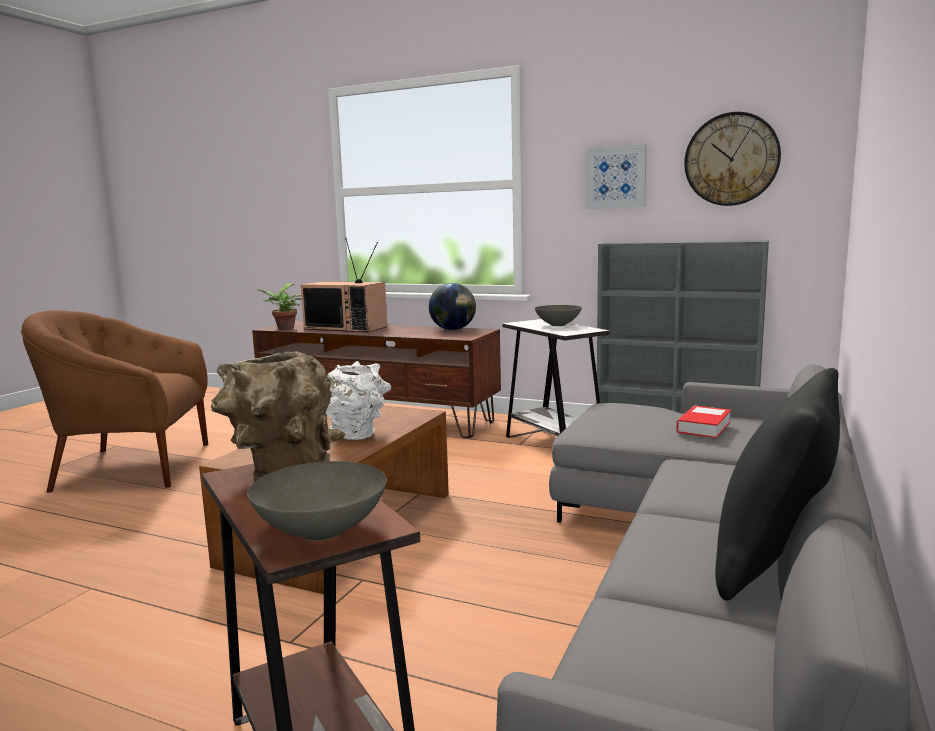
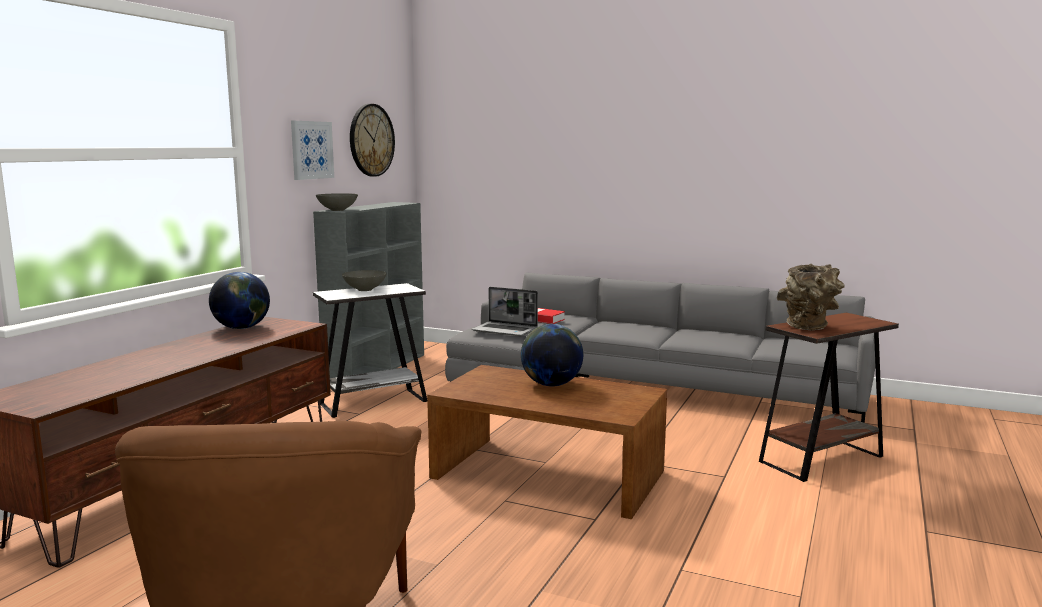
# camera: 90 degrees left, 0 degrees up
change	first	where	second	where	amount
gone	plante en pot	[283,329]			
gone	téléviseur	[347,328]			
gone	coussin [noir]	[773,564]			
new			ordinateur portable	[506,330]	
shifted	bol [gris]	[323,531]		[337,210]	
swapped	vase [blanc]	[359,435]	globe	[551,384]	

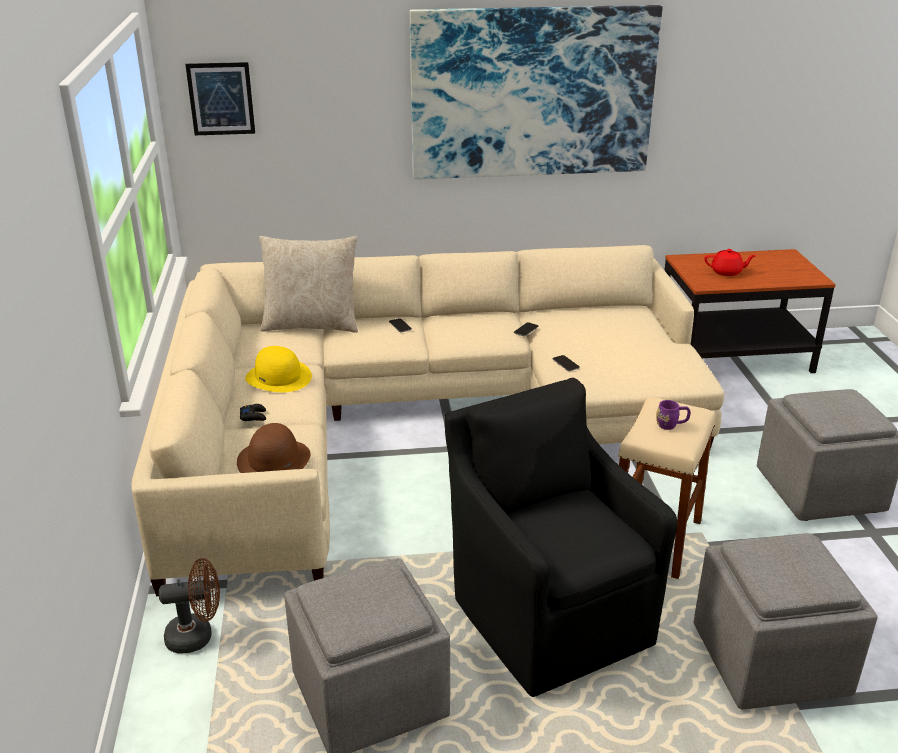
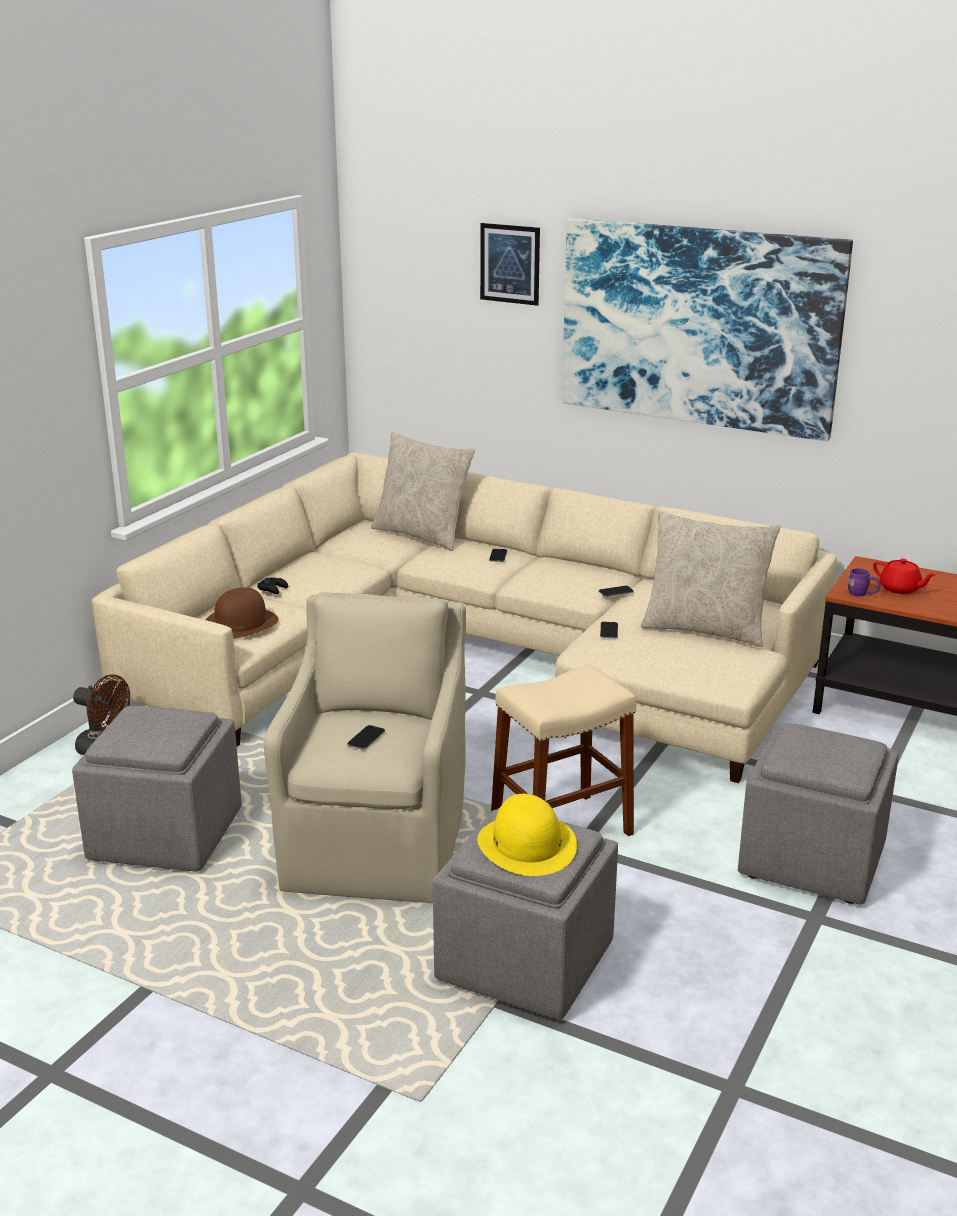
# camera: 35 degrees right, 5 degrees down
change	first	where	second	where	amount
new			téléphone	[366,738]	
new			coussin [beige]	[705,629]	
shifted	tableau	[221,99]		[509,264]	
shifted	chapeau [jaune]	[279,377]		[527,845]	
shifted	mug [violet]	[671,425]		[862,594]	
repainted	fauteuil [noir]	[549,616]	fauteuil [beige]	[377,845]	

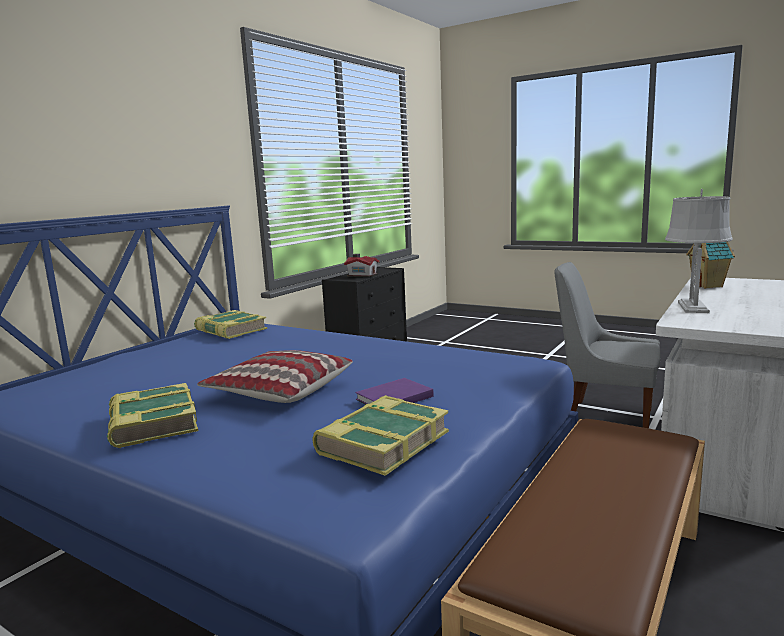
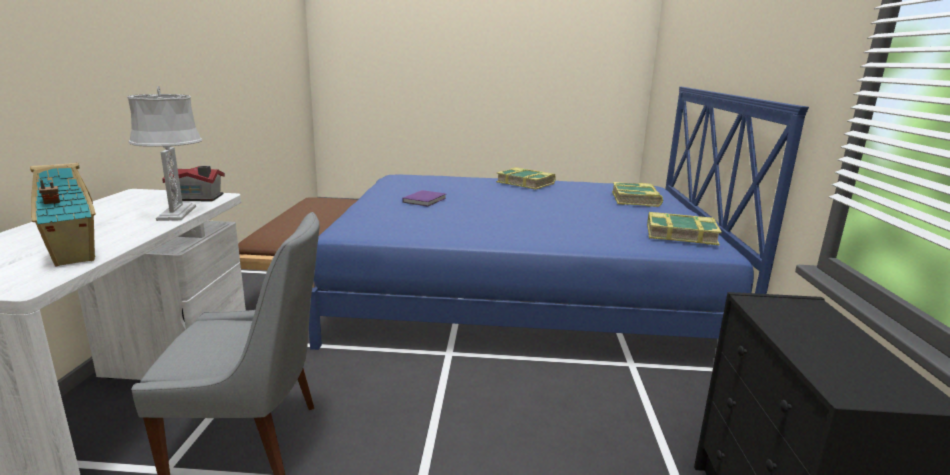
# camera: 150 degrees right, 5 degrees up
change	first	where	second	where	amount
gone	coussin	[279,390]			
shifted	livre	[382,443]		[636,199]	
shifted	maison miniature	[362,275]		[198,198]	

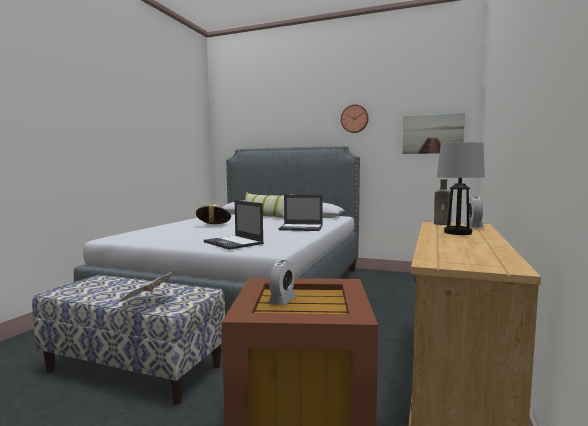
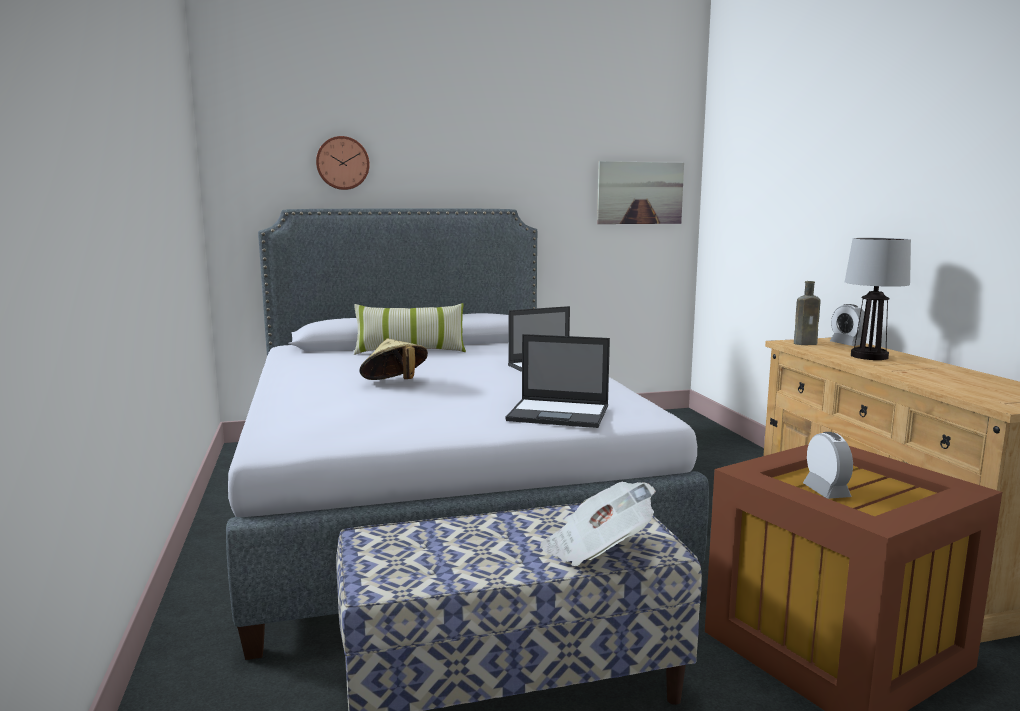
# camera: 35 degrees left, 5 degrees up
change	first	where	second	where	amount
shifted	horloge murale	[354,119]		[342,163]	

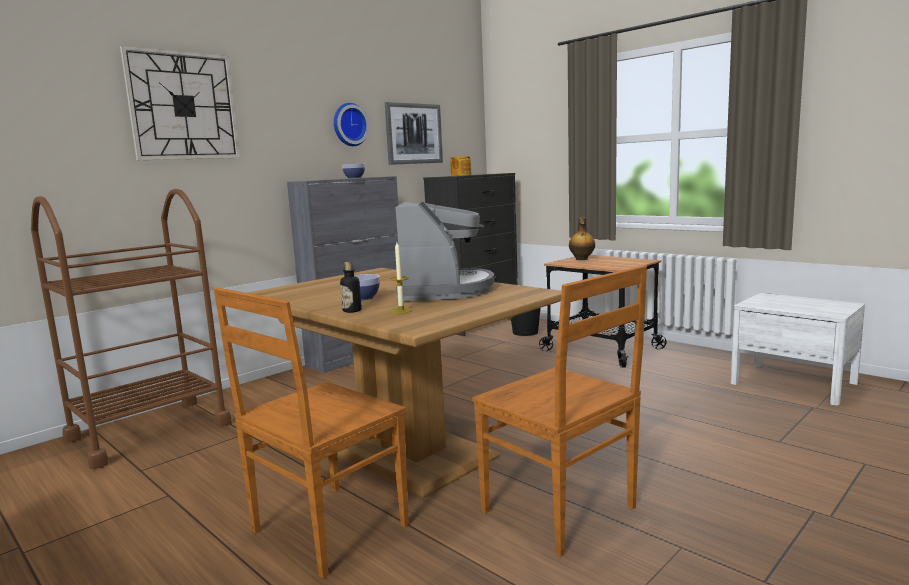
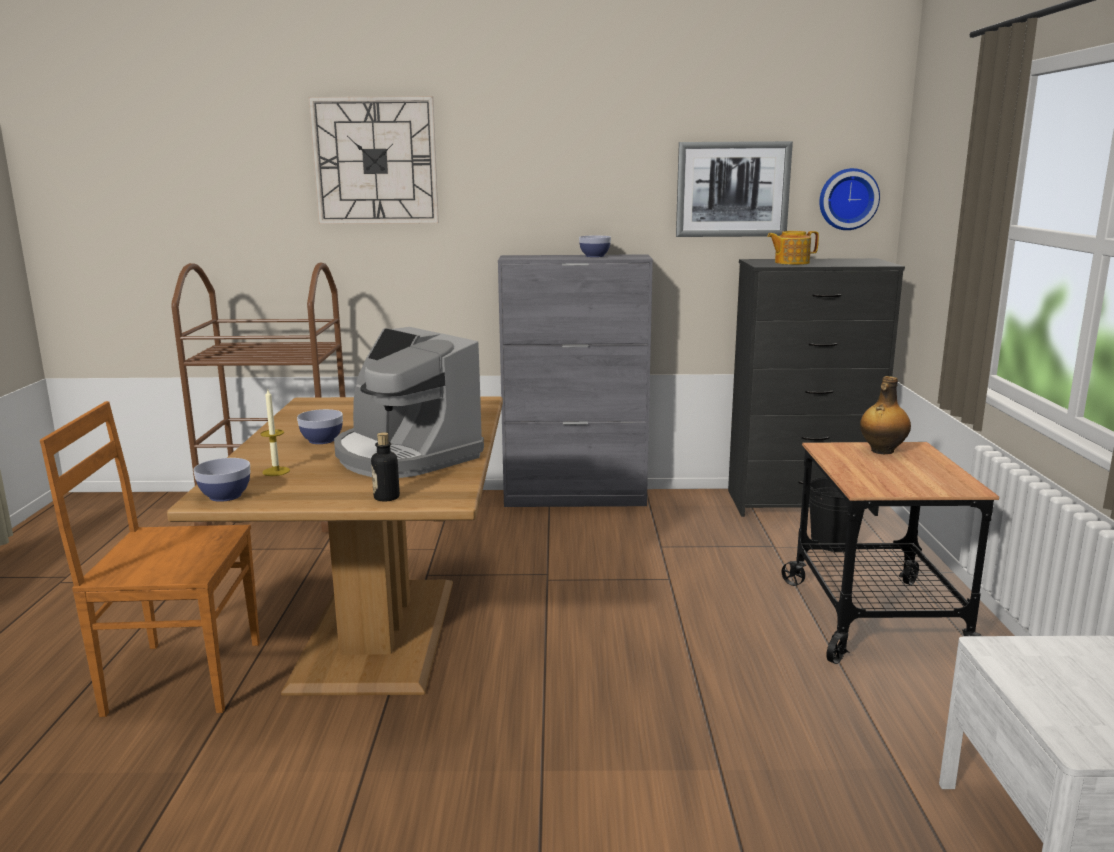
# camera: 45 degrees right, 5 degrees up
change	first	where	second	where	amount
gone	chaise [marron]	[561,511]			
new			bol	[225,496]	
shifted	horloge murale	[349,125]		[847,199]	
shifted	bouteille	[352,311]		[386,497]	
rotated	machine à café	[444,289]		[404,455]	90 degrees clockwise

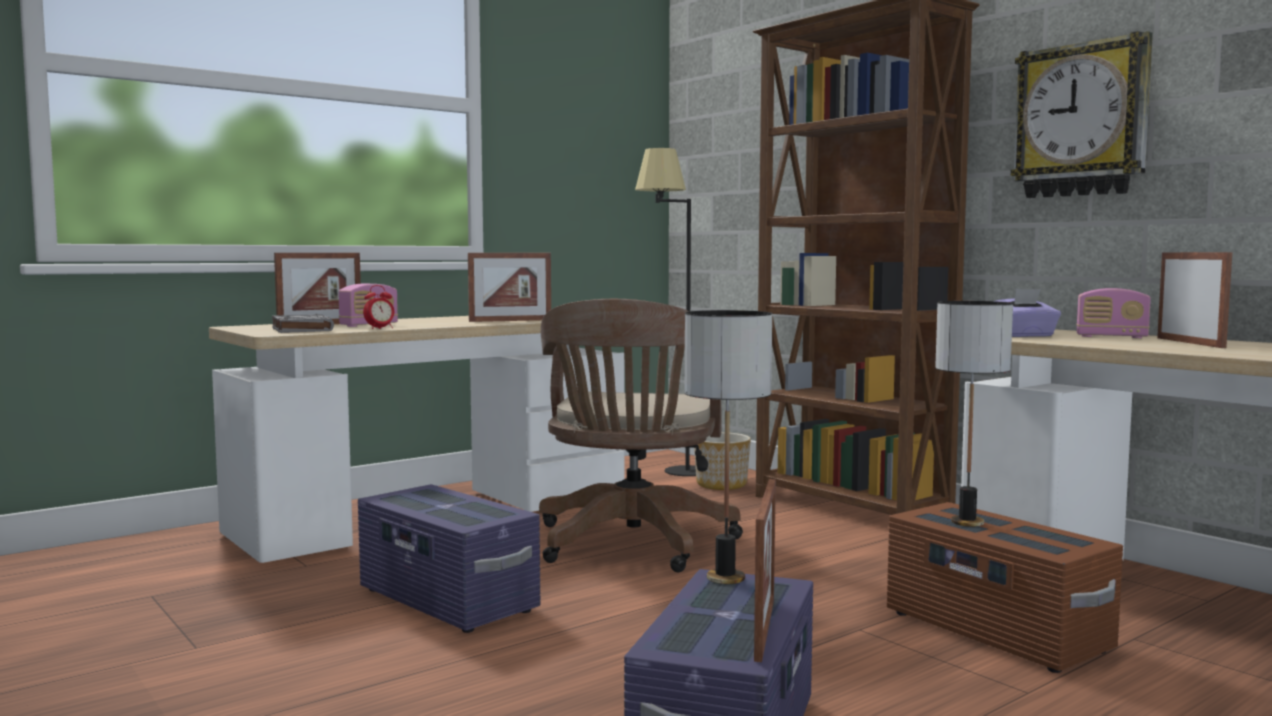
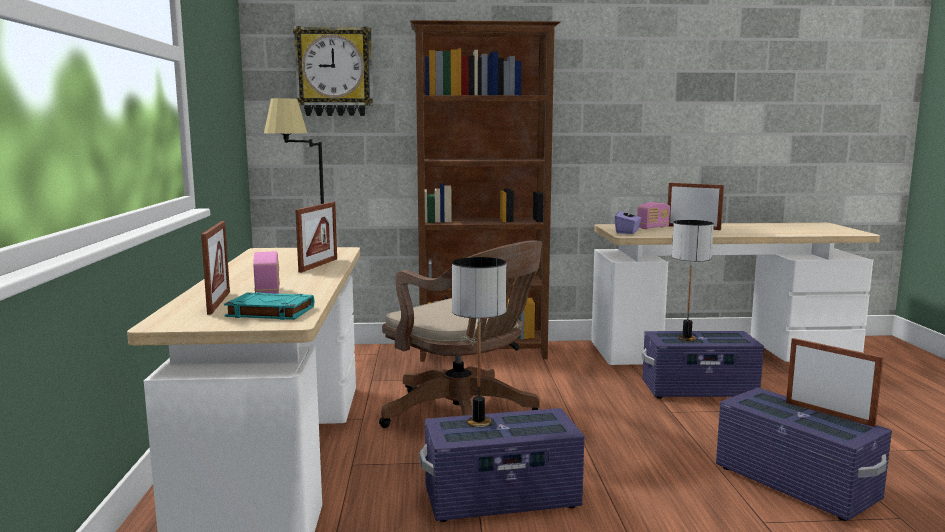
# camera: 55 degrees left, 5 degrees up
change	first	where	second	where	amount
gone	réveil	[380,328]			
gone	cache-pot	[721,485]			
shifted	lampe de table	[726,577]		[478,422]	
shifted	horloge murale	[1082,120]		[334,72]	
repainted	livre [gris]	[301,330]	livre [turquoise]	[269,312]	
repainted	boîte de rangement [marron]	[995,632]	boîte de rangement [violet]	[699,390]	

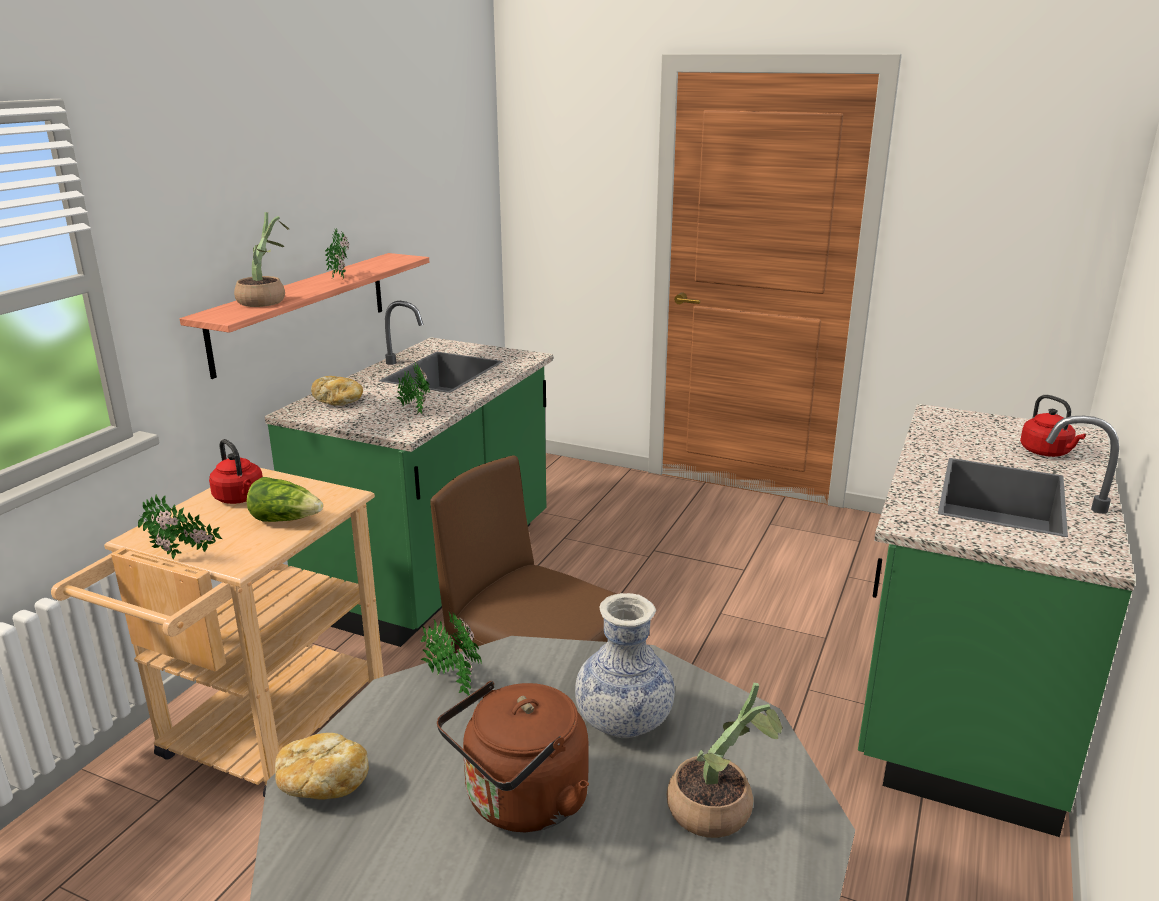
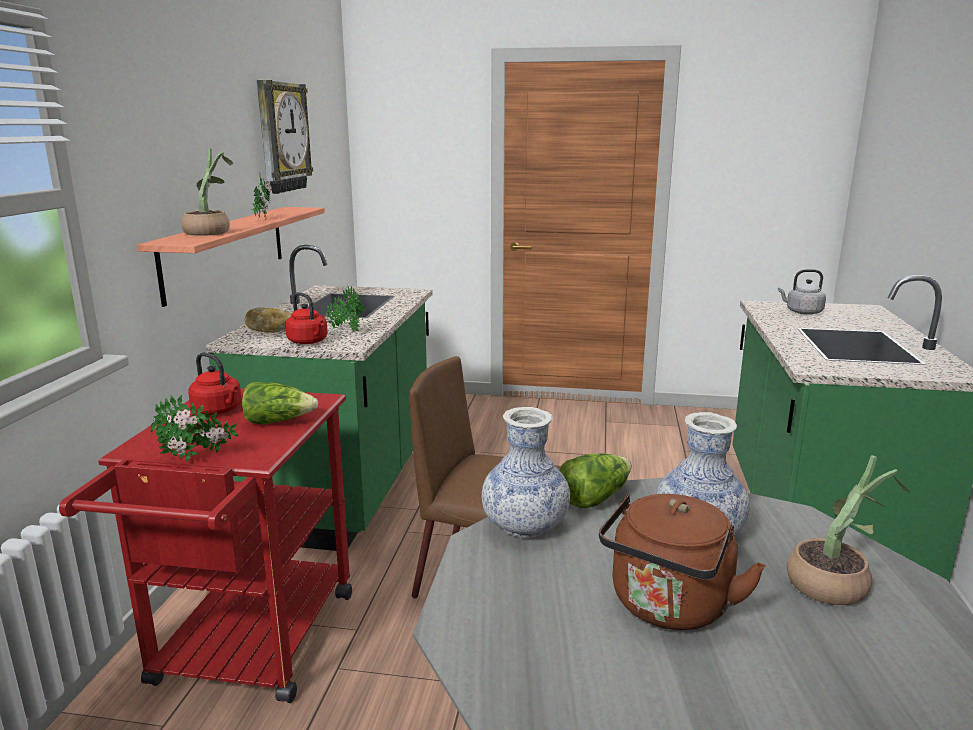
# camera: 15 degrees left, 5 degrees down
change	first	where	second	where	amount
gone	pain	[322,784]			
new			horloge murale	[281,137]	
new			laitue	[594,497]	
new			bouilloire [gris]	[802,312]	
shifted	bouilloire [rouge]	[1047,452]		[309,342]	
swapped	plante en pot	[452,680]	vase	[525,525]	
repainted	chariot [beige]	[262,738]	chariot [rouge]	[248,649]	

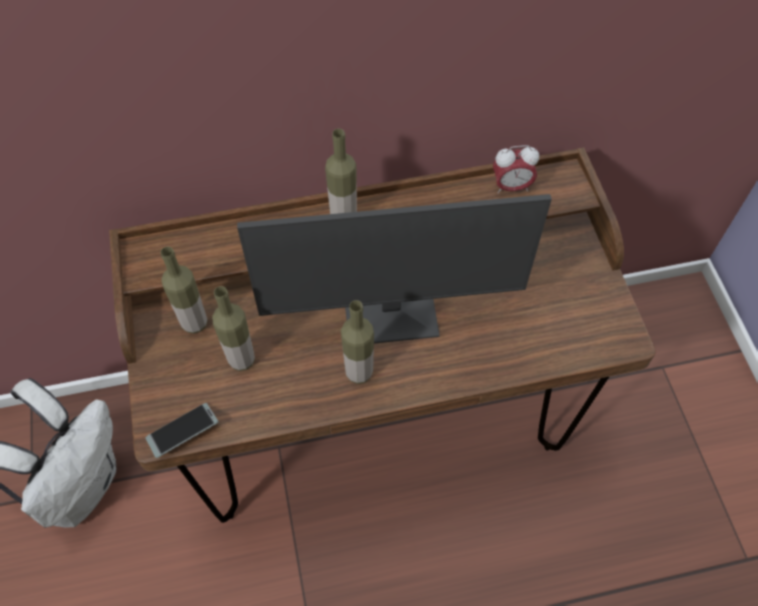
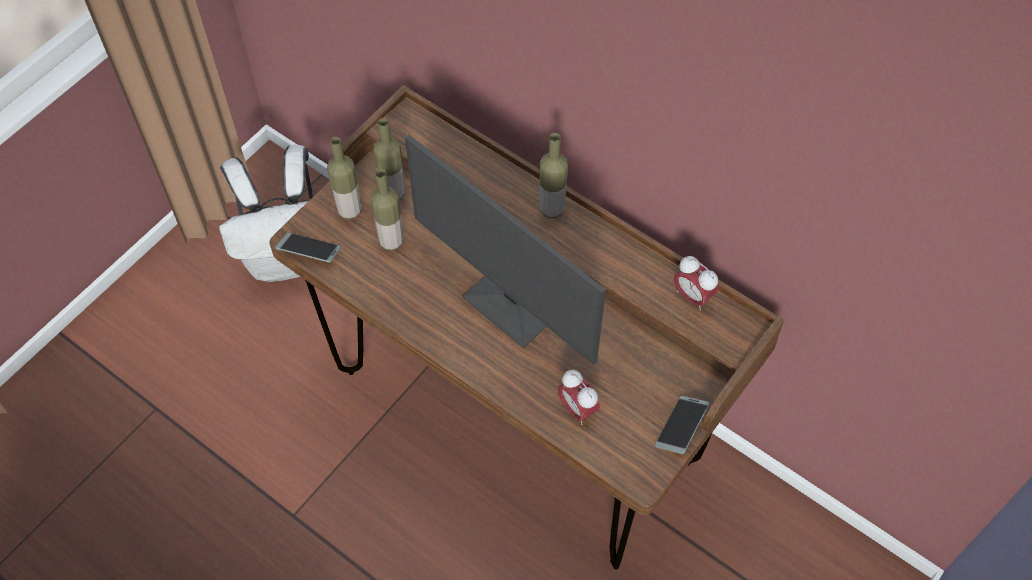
# camera: 50 degrees right, 0 degrees up
change	first	where	second	where	amount
new			réveil	[577,409]	
new			téléphone	[681,427]	
shifted	bouteille	[359,372]		[349,211]	

